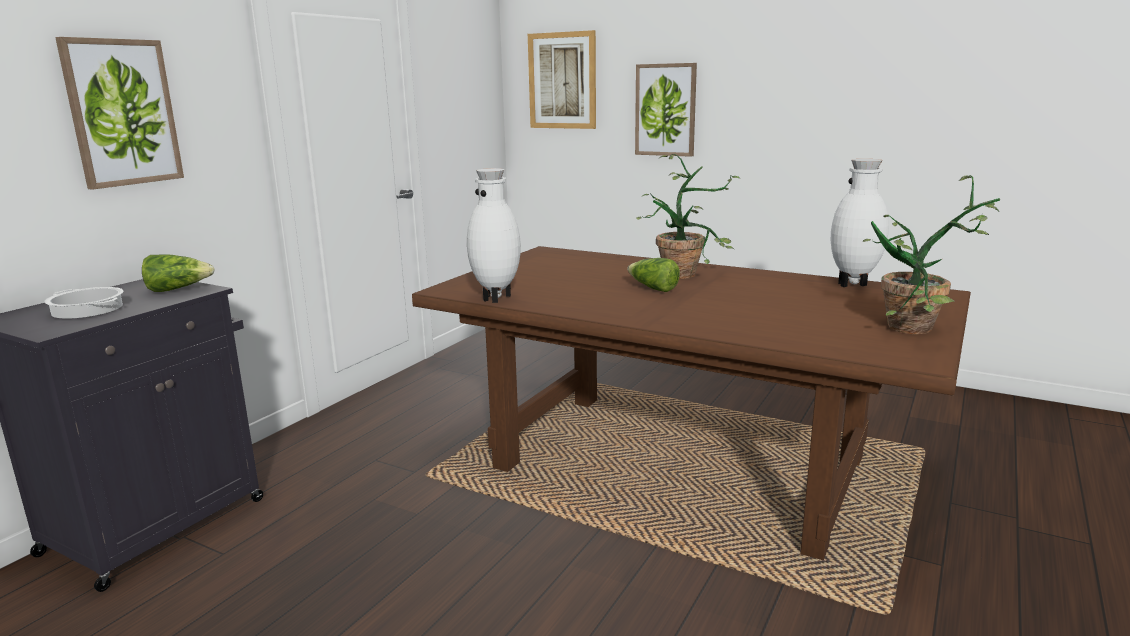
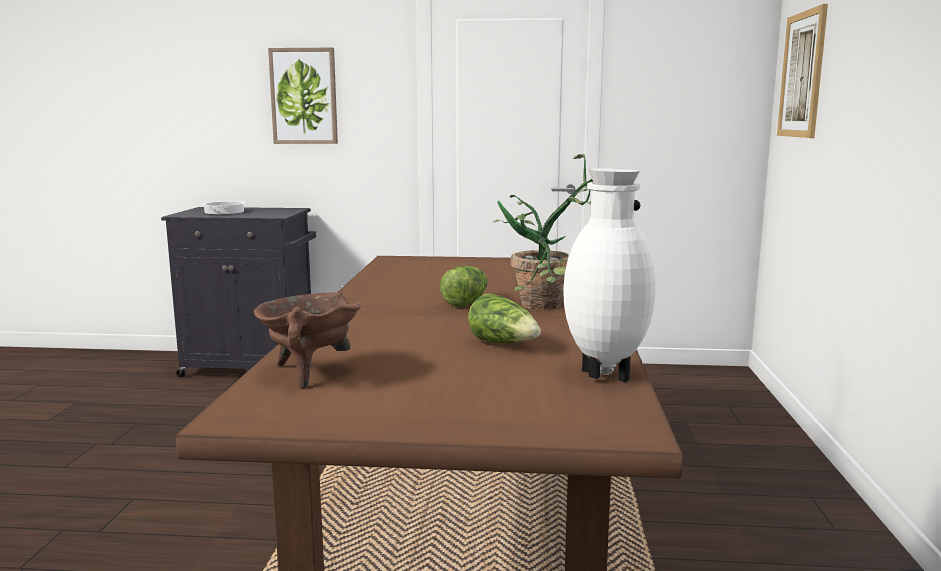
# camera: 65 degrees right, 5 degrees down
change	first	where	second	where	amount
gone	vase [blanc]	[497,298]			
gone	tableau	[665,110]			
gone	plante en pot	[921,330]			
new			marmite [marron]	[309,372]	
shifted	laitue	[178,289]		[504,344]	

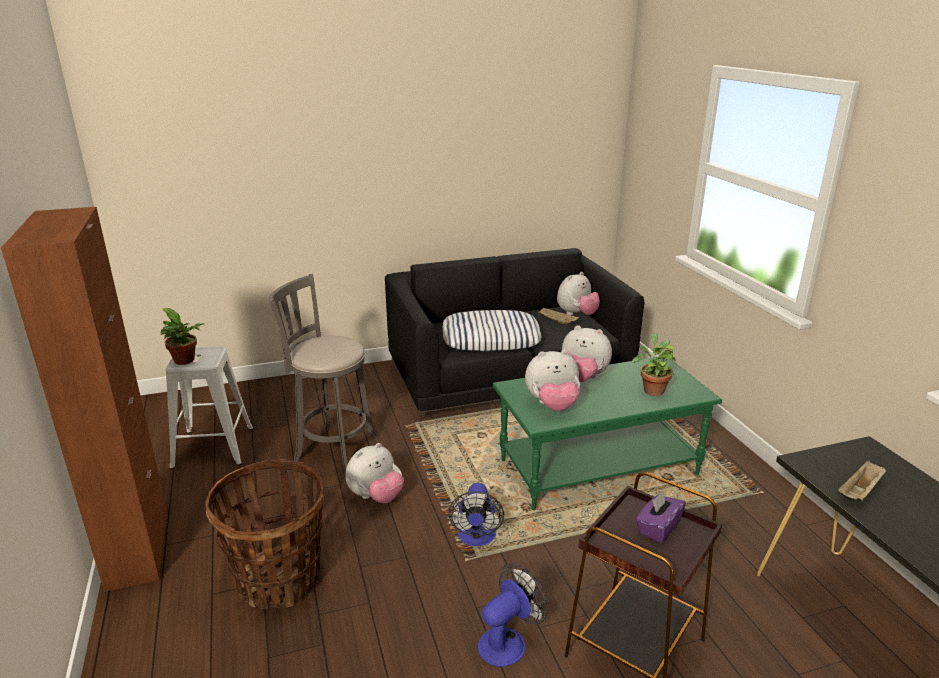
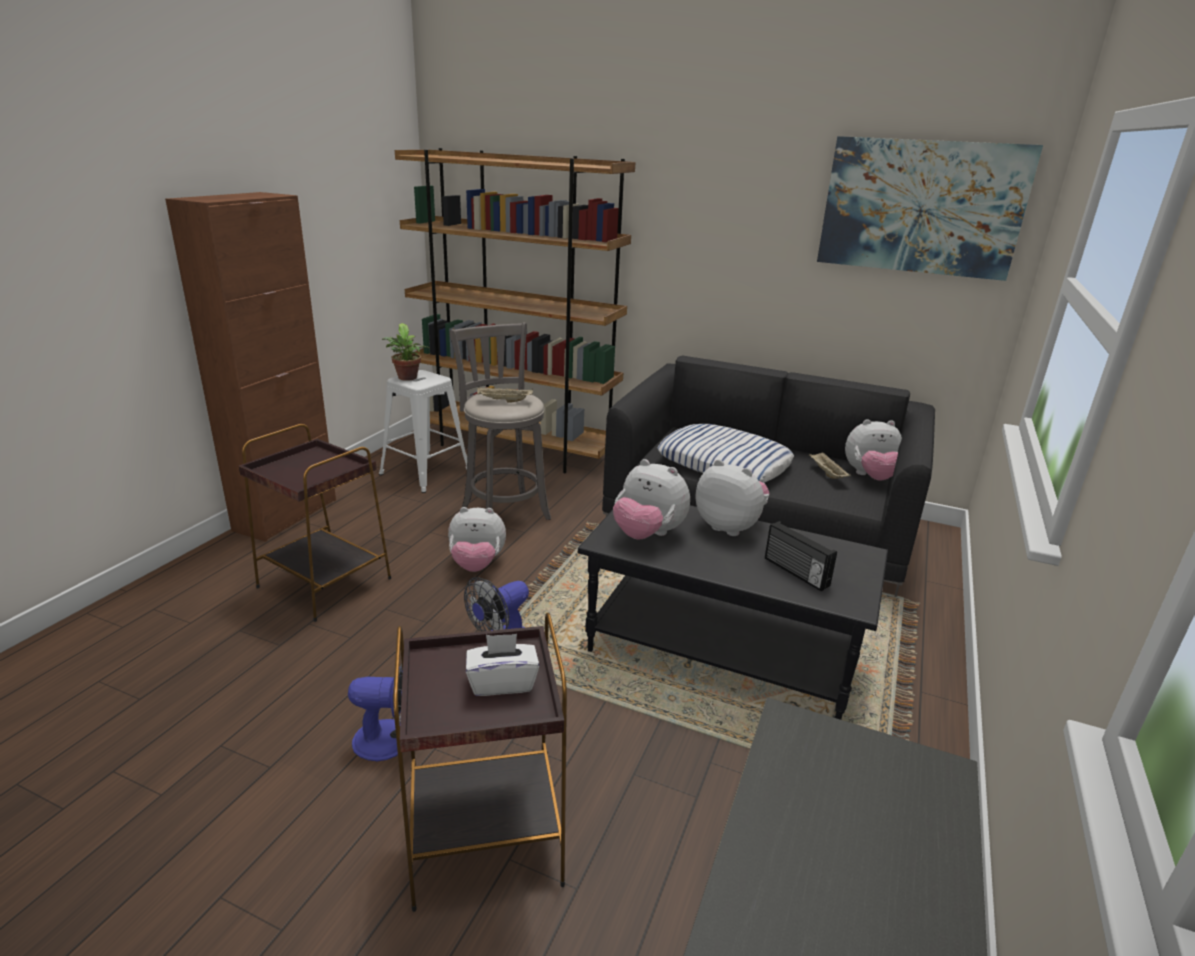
# camera: 40 degrees right, 0 degrees up
change	first	where	second	where	amount
new			bibliothèque [marron]	[515,449]	
new			tableau	[921,207]	
shifted	plateau [beige]	[860,491]		[504,401]	
swapped	panier	[279,579]	table d'appoint [marron]	[325,583]	
swapped	plante en pot	[652,390]	radio	[795,572]	
repainted	table basse [vert]	[598,467]	table basse [noir]	[722,652]	
repainted	boîte à mouchoirs [violet]	[658,528]	boîte à mouchoirs [blanc]	[502,682]	
rotated	peluche	[582,378]		[729,527]	150 degrees clockwise

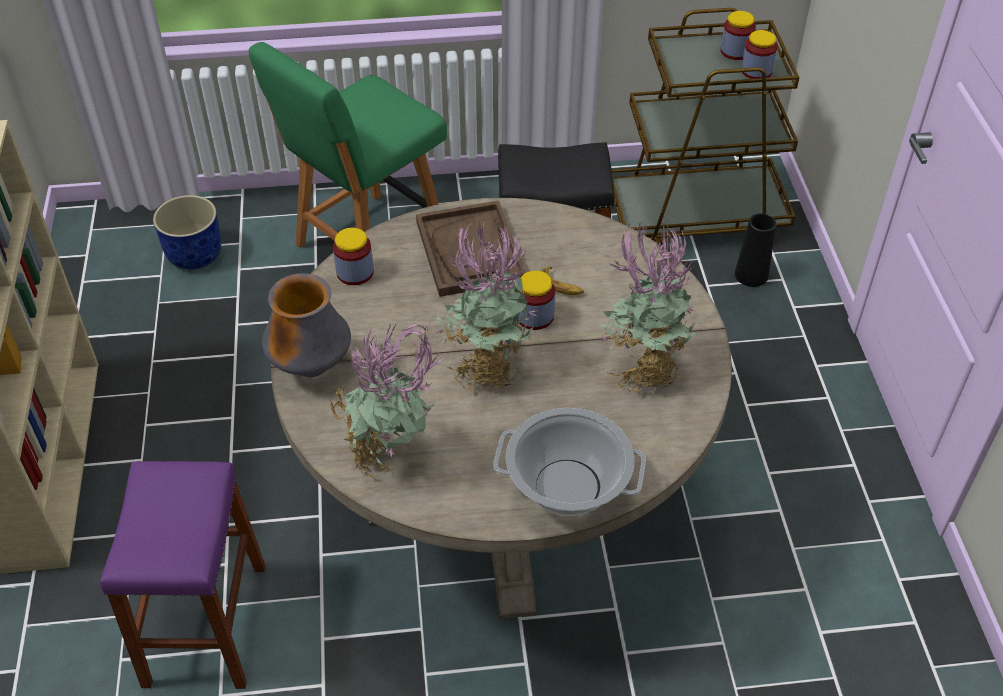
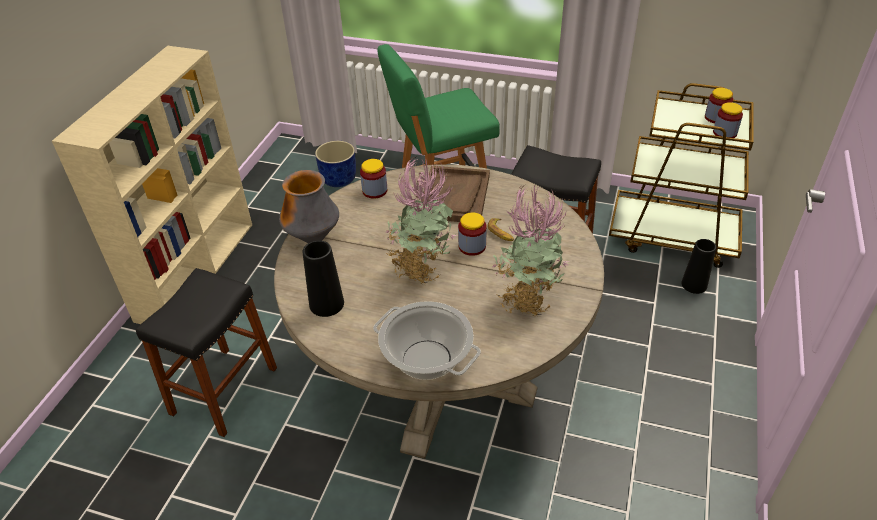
# camera: 25 degrees right, 5 degrees down
change	first	where	second	where	amount
swapped	plante en pot	[391,455]	vase [noir]	[326,304]	
repainted	tabouret [violet]	[205,624]	tabouret [noir]	[224,390]	

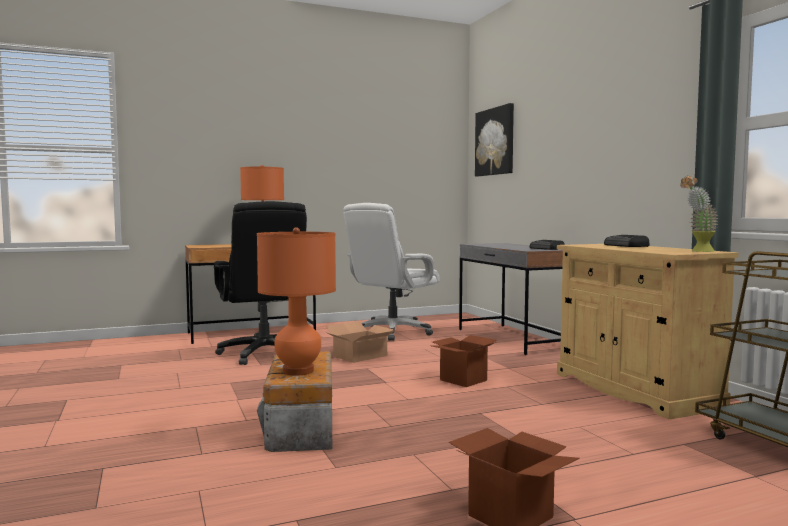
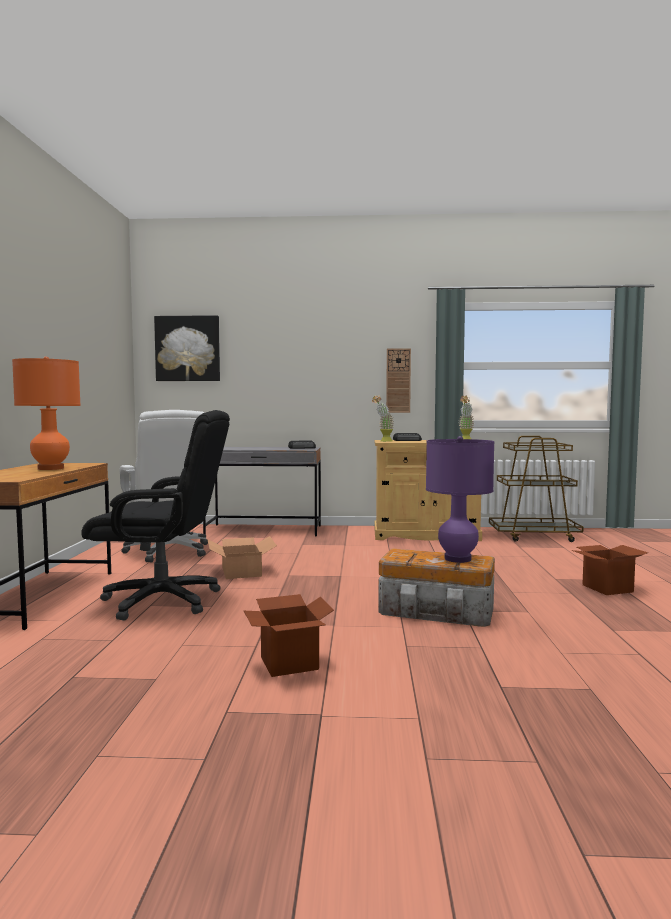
# camera: 65 degrees left, 0 degrees up
change	first	where	second	where	amount
new			plante en pot	[383,441]	
new			horloge murale	[398,380]	
shifted	carton	[463,380]		[289,663]	
repainted	lampe de table [orange]	[298,371]	lampe de table [violet]	[457,559]	

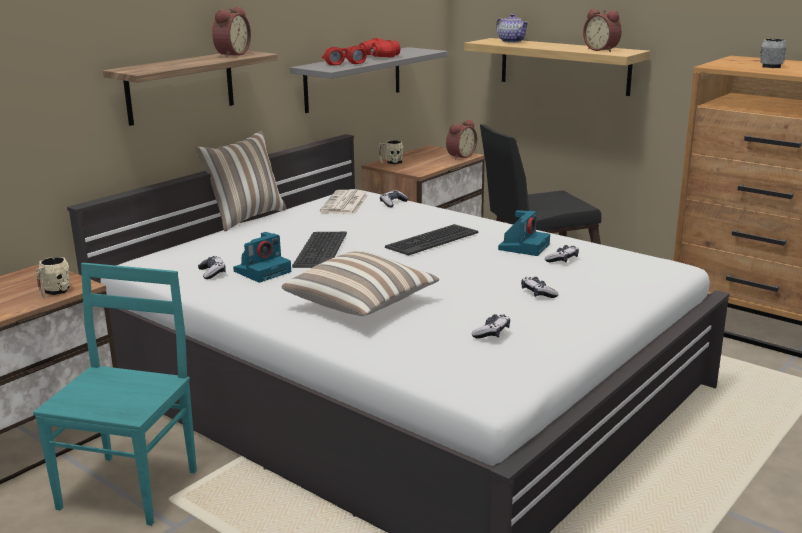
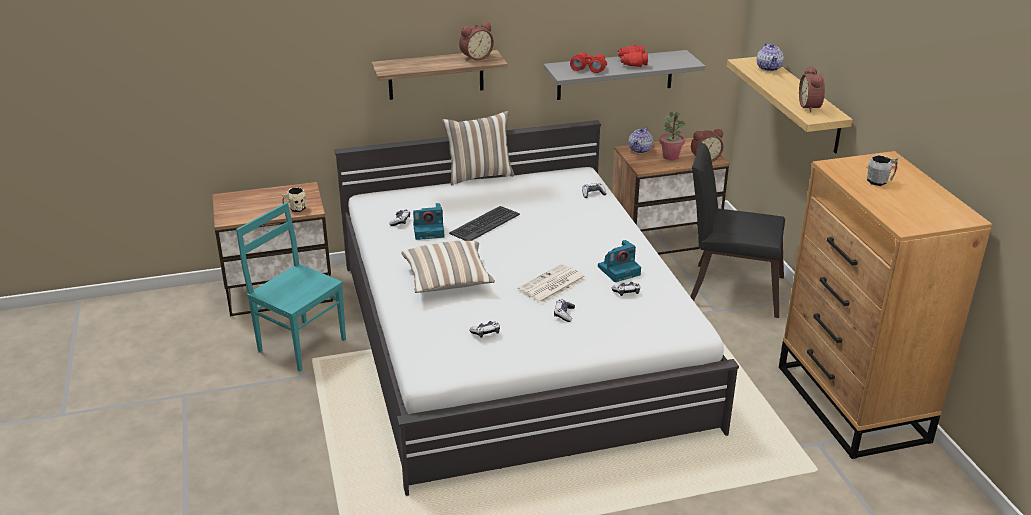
# camera: 35 degrees right, 10 degrees up
change	first	where	second	where	amount
gone	clavier	[431,240]			
new			plante en pot	[670,156]	
shifted	journal	[345,204]		[552,285]	
swapped	mug [beige]	[391,162]	théière	[640,150]	
rotated	chaise [turquoise]	[131,488]		[302,344]	105 degrees counterclockwise

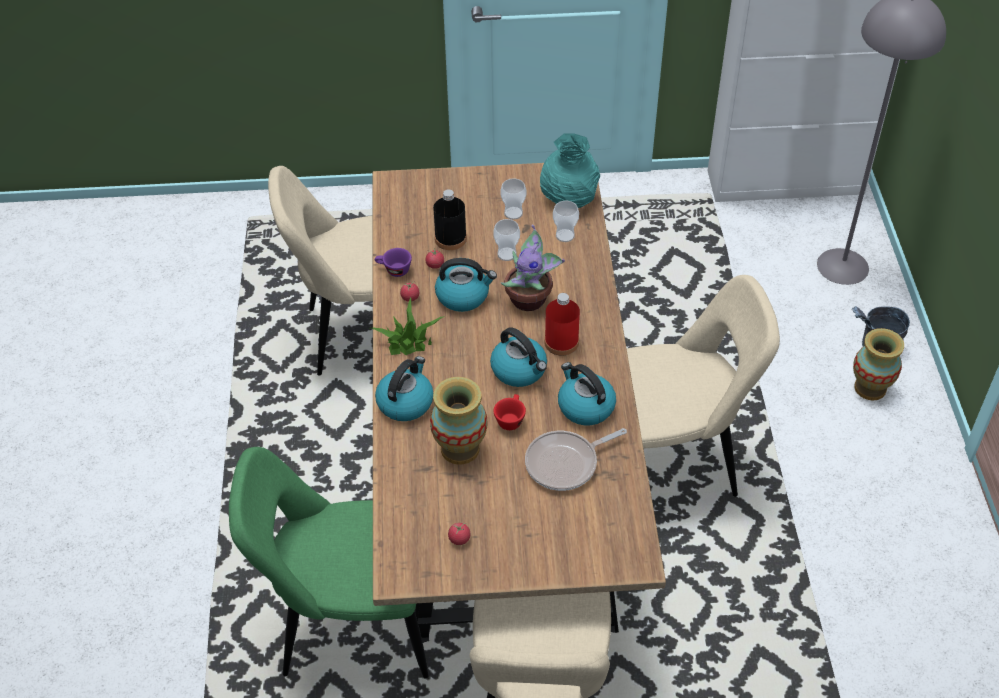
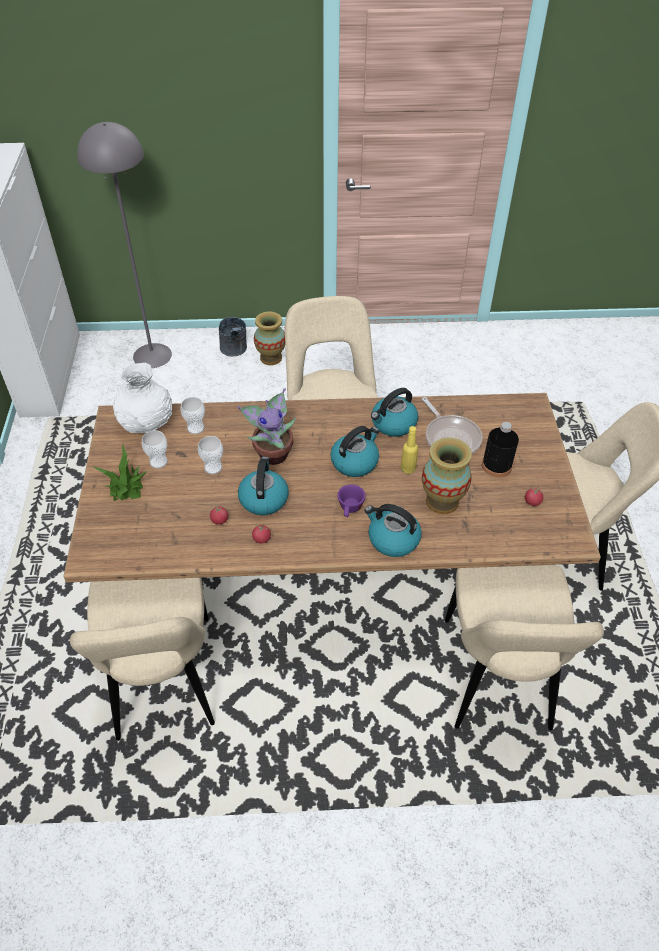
# camera: 90 degrees left, 0 degrees up
change	first	where	second	where	amount
gone	bouteille [rouge]	[561,342]			
shifted	plante en pot	[408,340]		[126,485]	
shifted	tasse [violet]	[393,270]		[350,509]	
shifted	bouteille [noir]	[450,239]		[496,466]	
swapped	tasse [rouge]	[510,419]	bouteille [jaune]	[408,469]	
repainted	chaise [vert]	[350,626]	chaise [beige]	[497,680]	
repainted	vase [turquoise]	[568,197]	vase [blanc]	[146,424]	

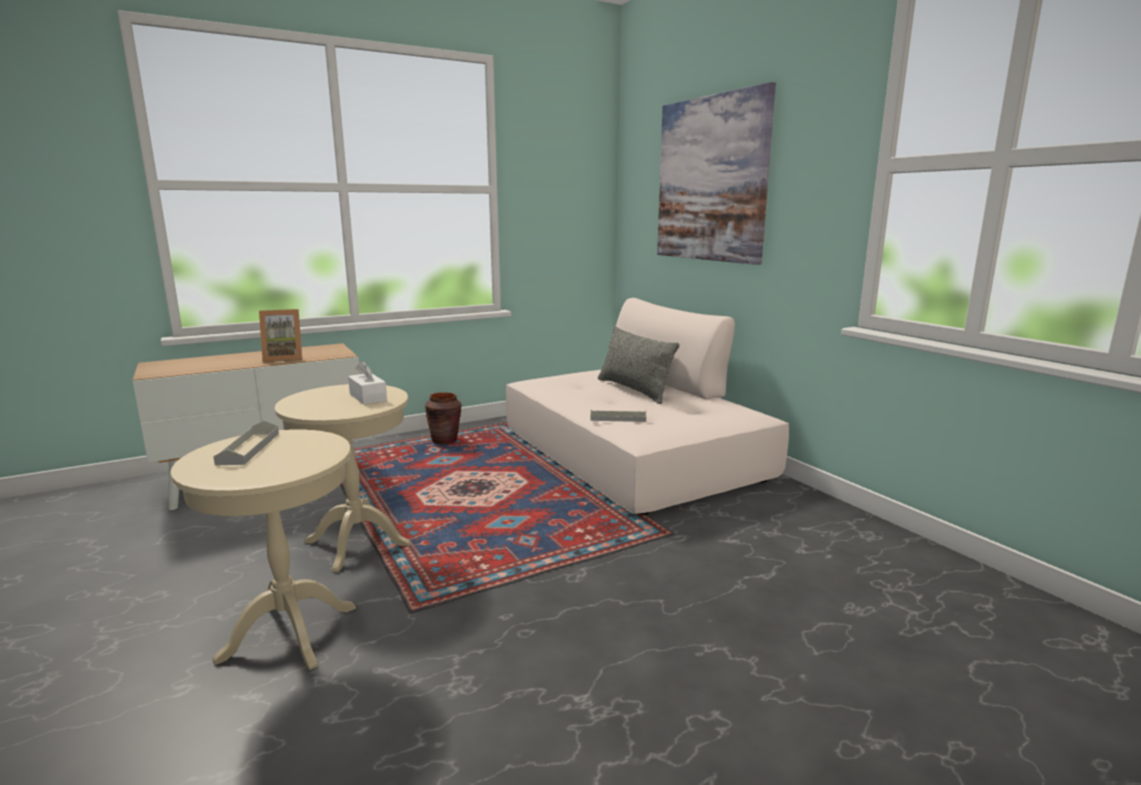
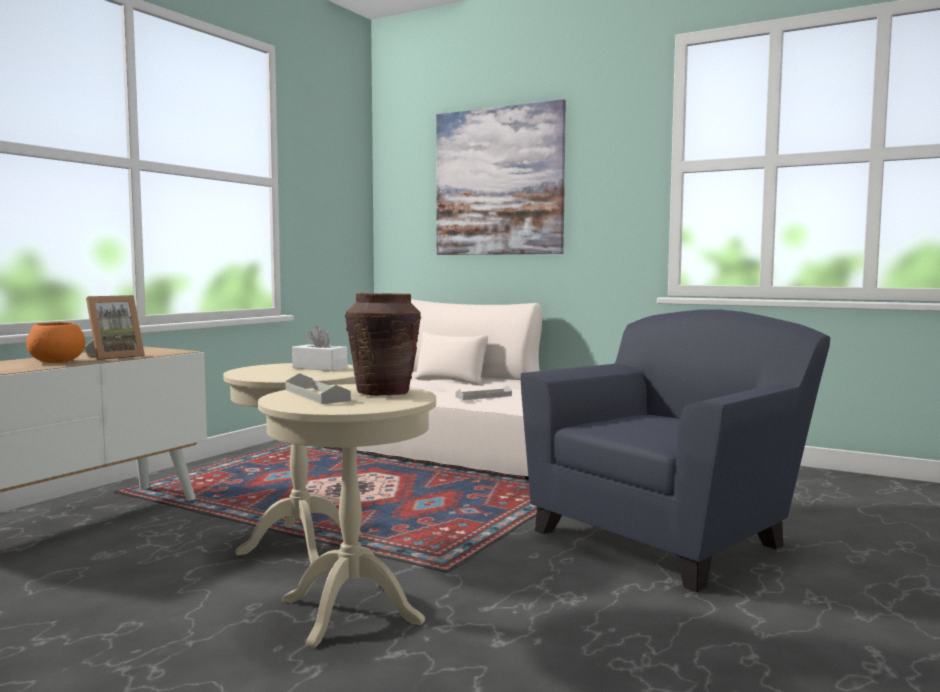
# camera: 30 degrees left, 10 degrees down
change	first	where	second	where	amount
gone	coussin [gris]	[634,390]			
new			bol [orange]	[56,362]	
new			fauteuil [bleu]	[667,536]	
shifted	vase [marron]	[445,441]		[383,393]	

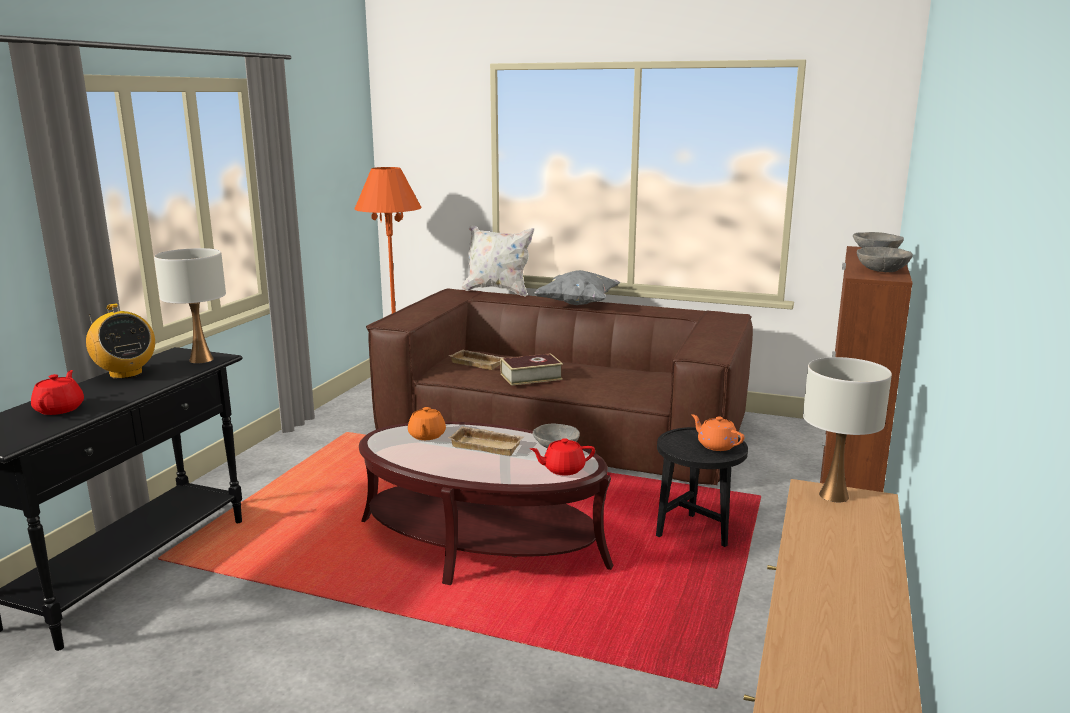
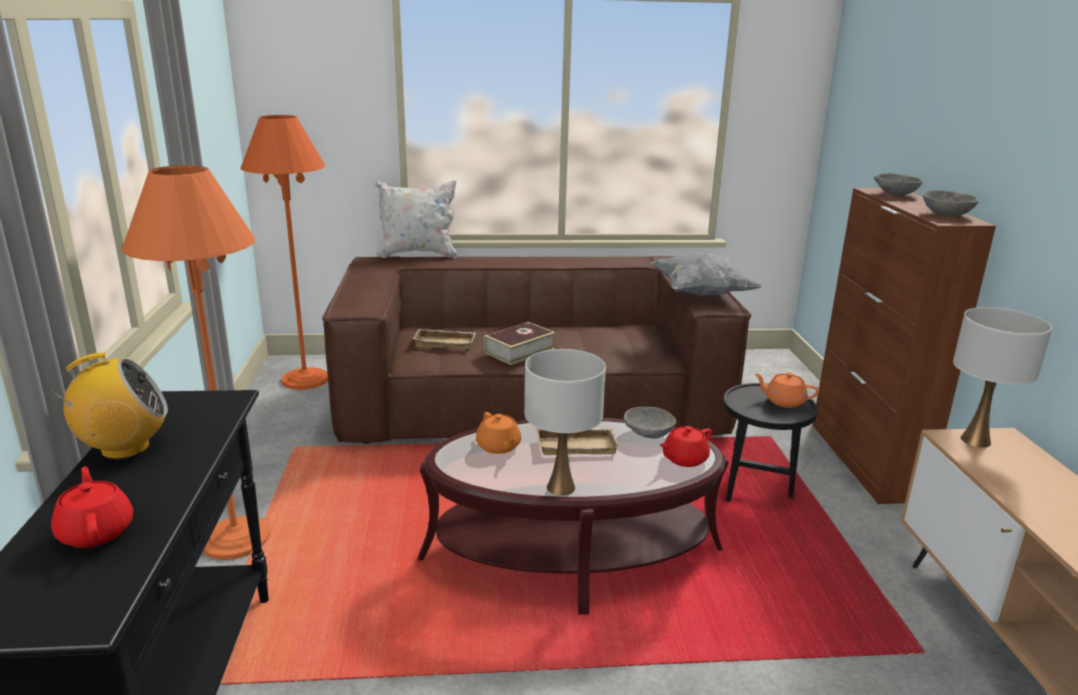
# camera: 25 degrees left, 5 degrees up
change	first	where	second	where	amount
new			lampadaire [orange]	[235,539]	
shifted	lampe de table [blanc]	[201,360]		[560,488]	
shifted	coussin [gris]	[578,304]		[700,293]	
rotated	radio	[125,374]		[124,449]	45 degrees counterclockwise

